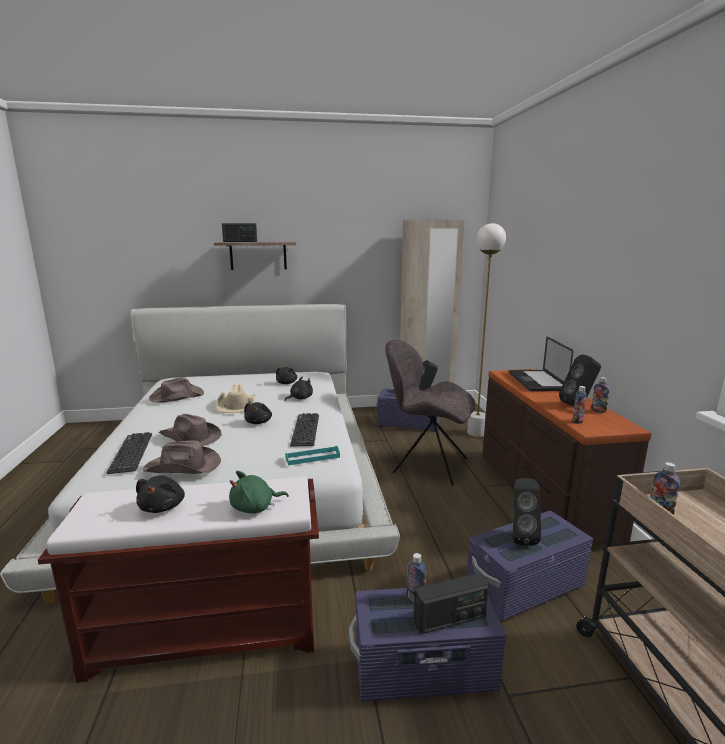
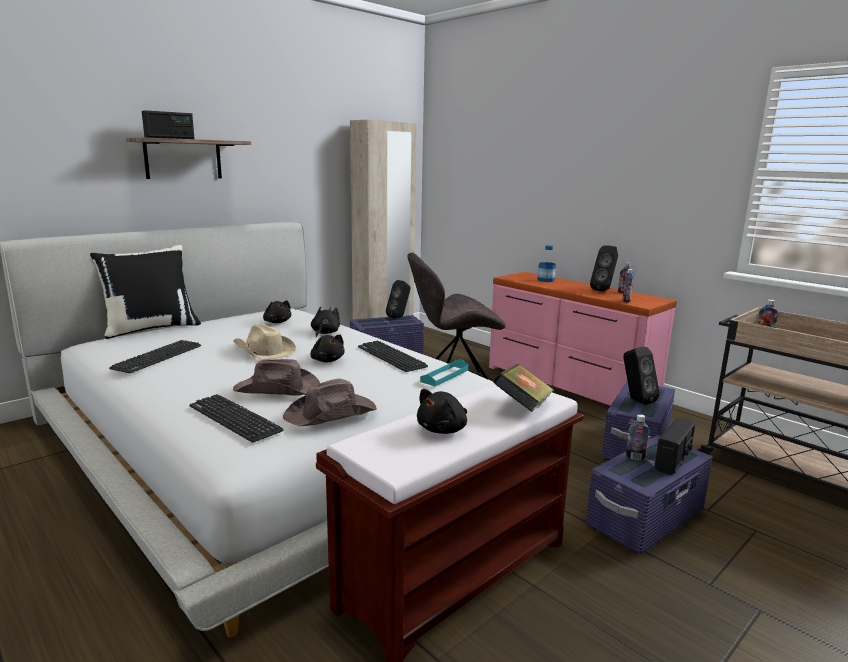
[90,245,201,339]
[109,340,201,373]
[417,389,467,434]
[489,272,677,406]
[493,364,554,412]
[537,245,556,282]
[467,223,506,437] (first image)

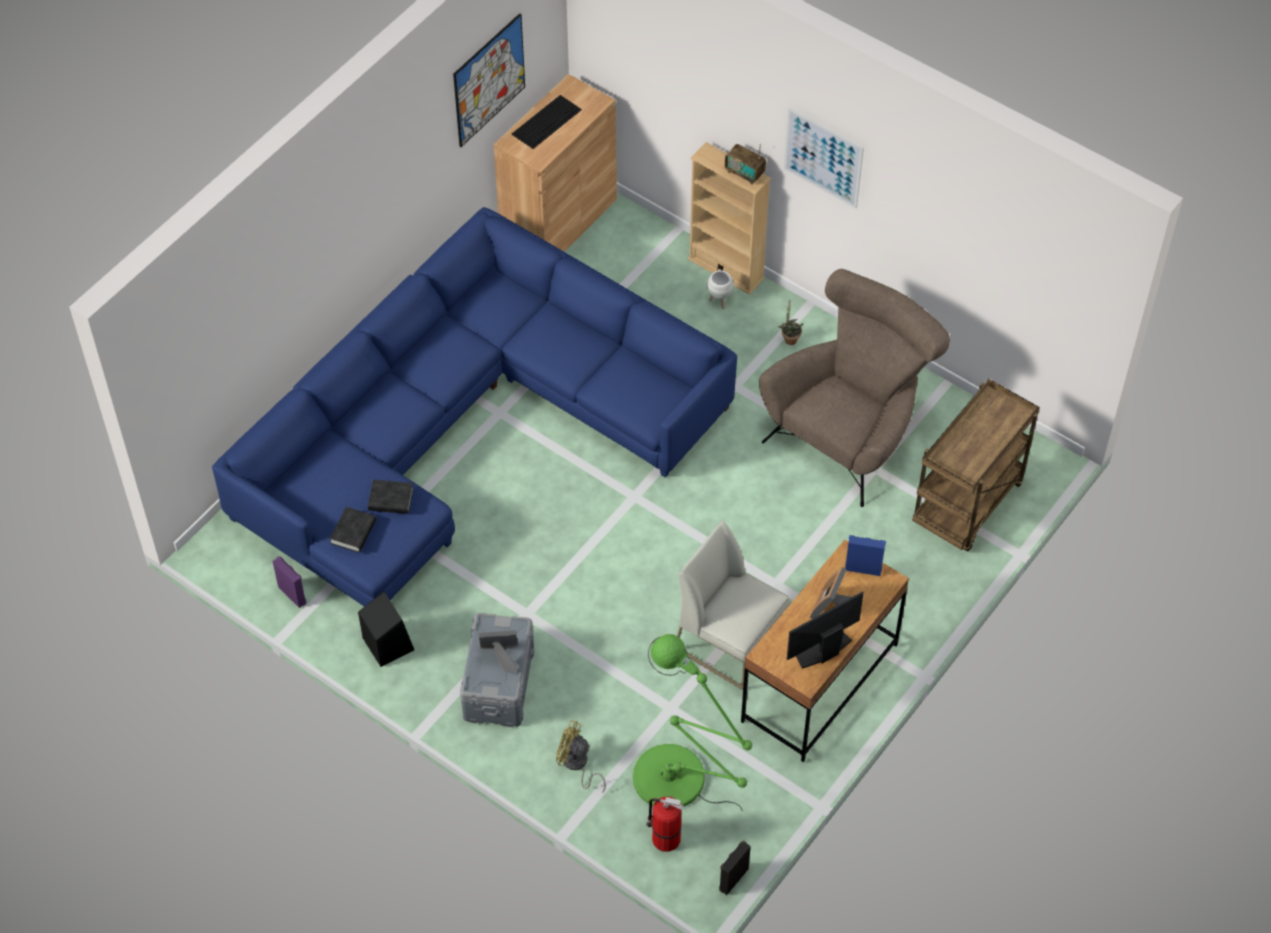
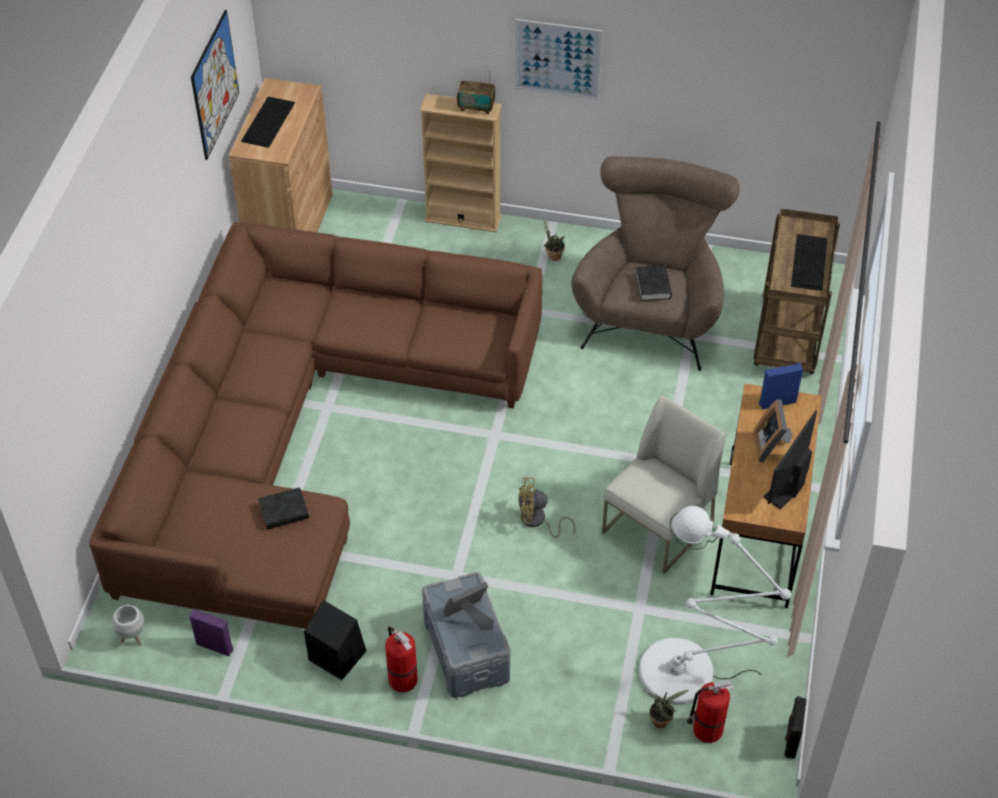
[89,222,542,629]
[112,605,145,646]
[385,626,418,692]
[518,477,576,538]
[602,394,726,574]
[636,265,672,301]
[639,506,791,705]
[648,690,689,728]
[791,234,827,291]

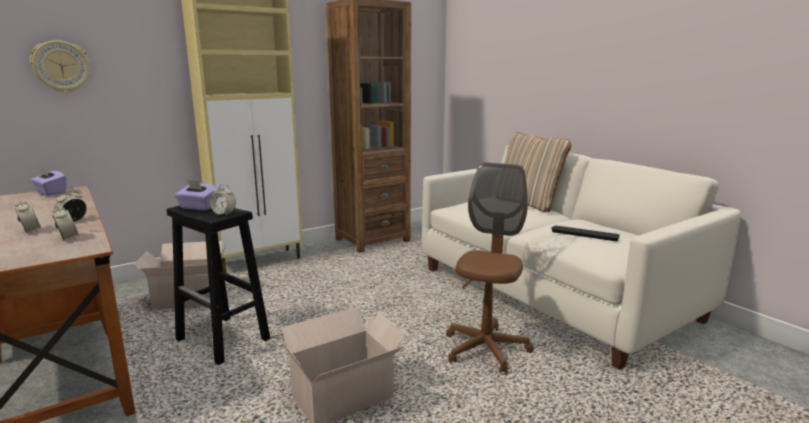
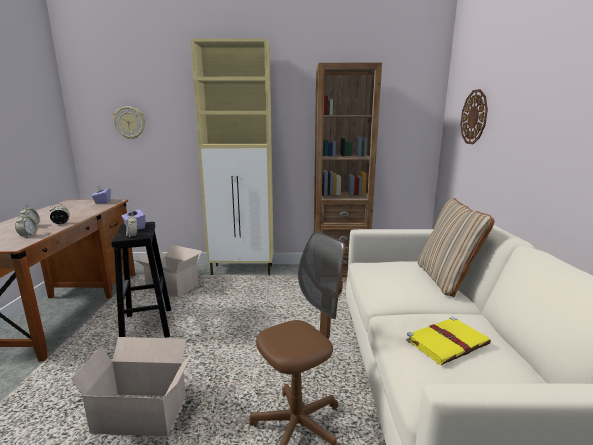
[406,317,491,365]
[460,89,488,144]

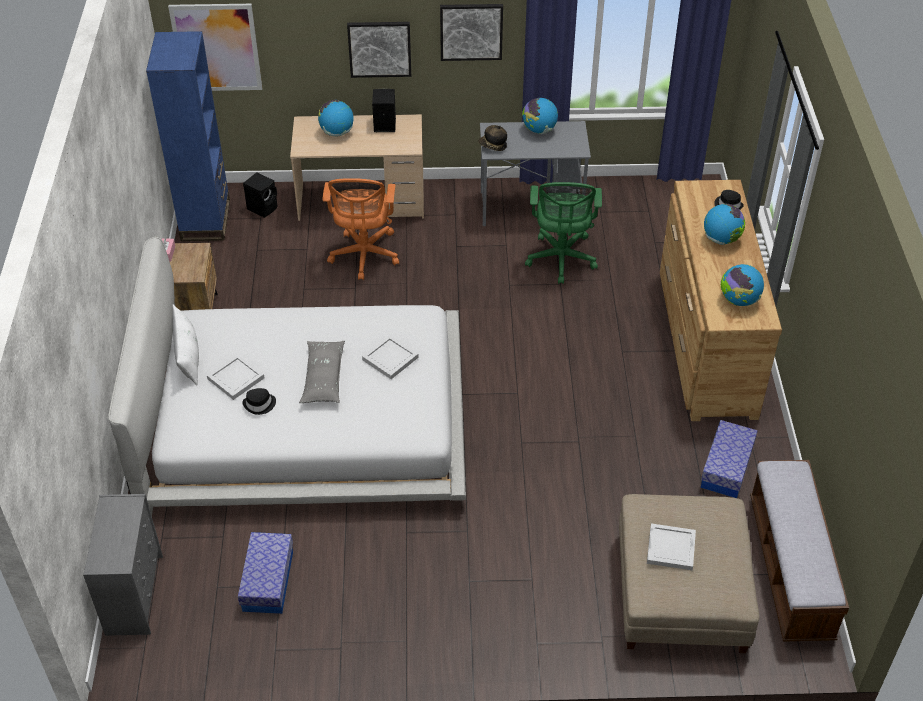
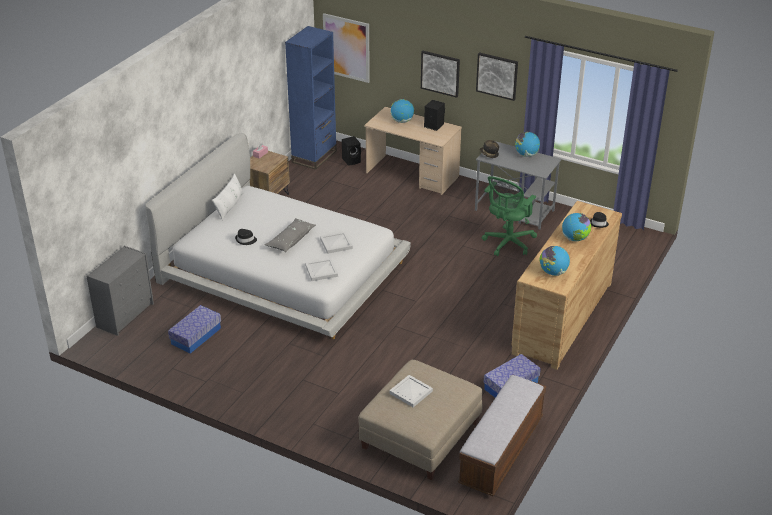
[305,258,338,281]
[322,178,399,280] (first image)

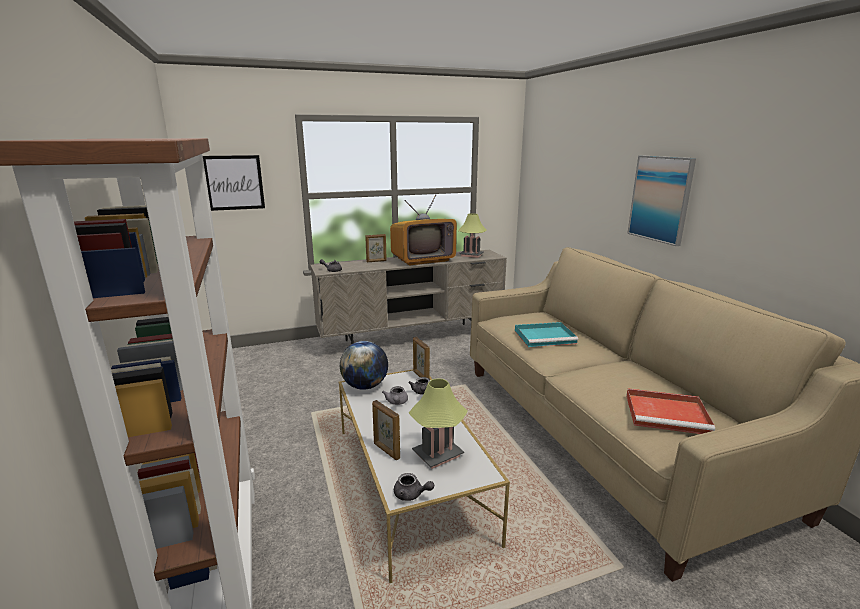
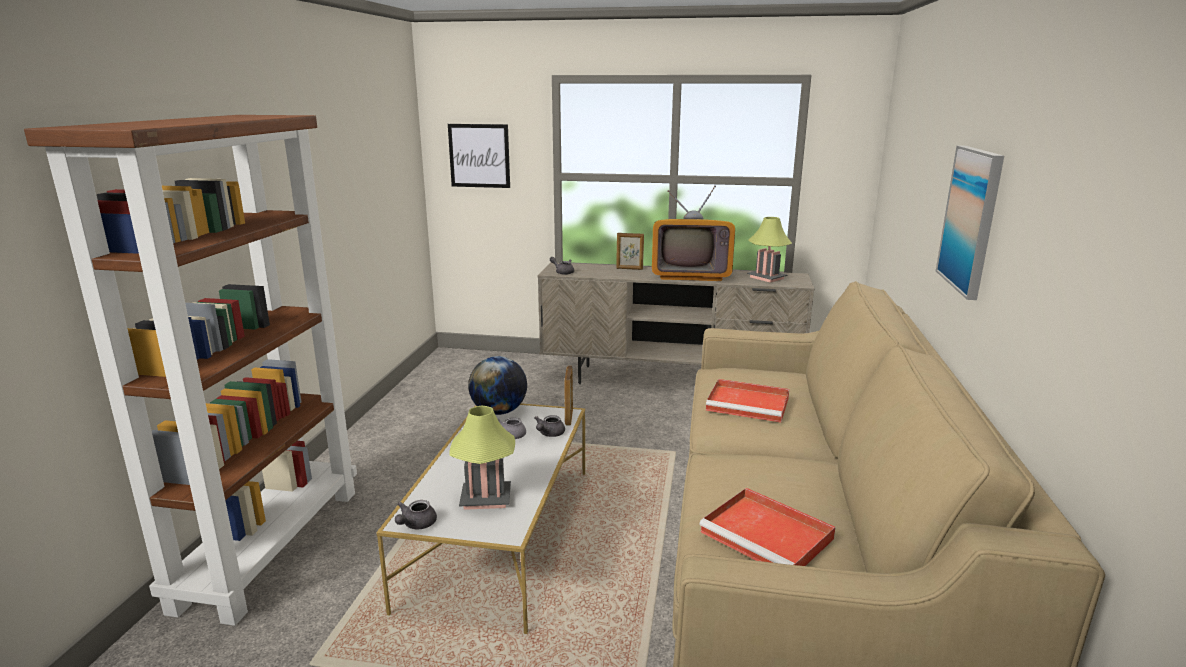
[395,500,437,529]
[706,379,789,423]
[372,400,400,460] (first image)

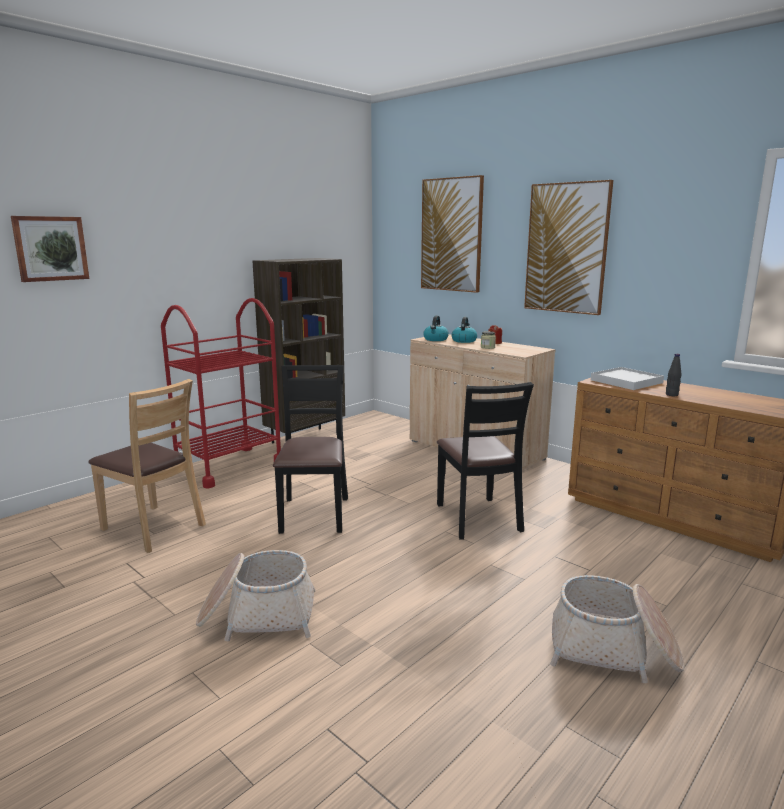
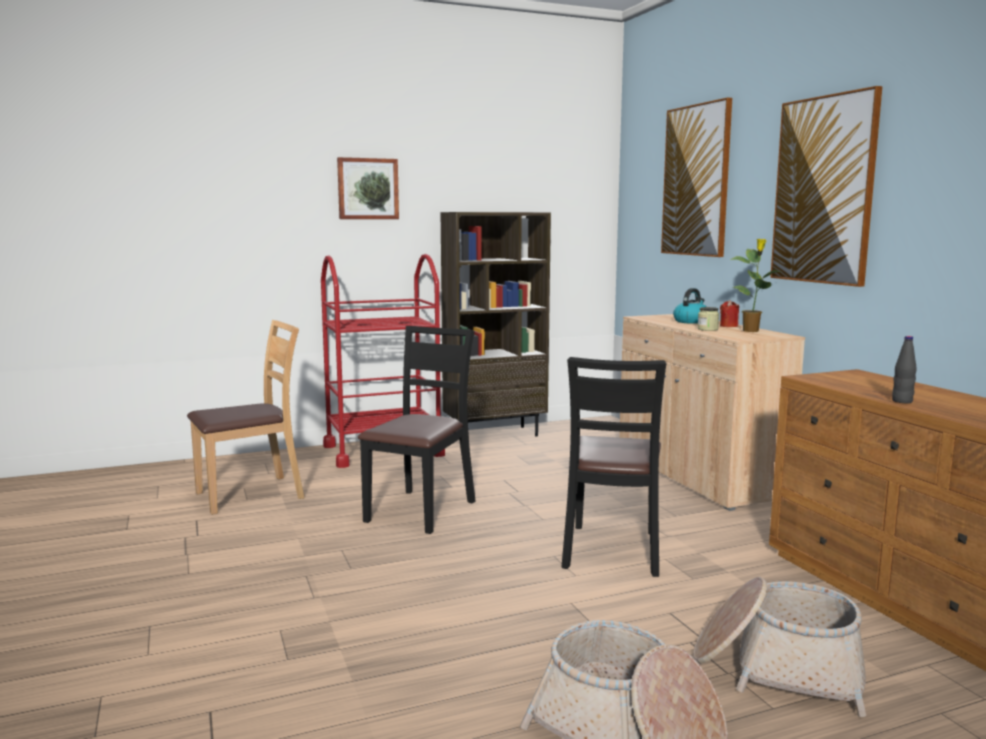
[187,320,305,515]
[337,157,399,219]
[693,577,866,717]
[730,239,781,332]
[423,315,449,341] (first image)
[591,367,664,390] (first image)

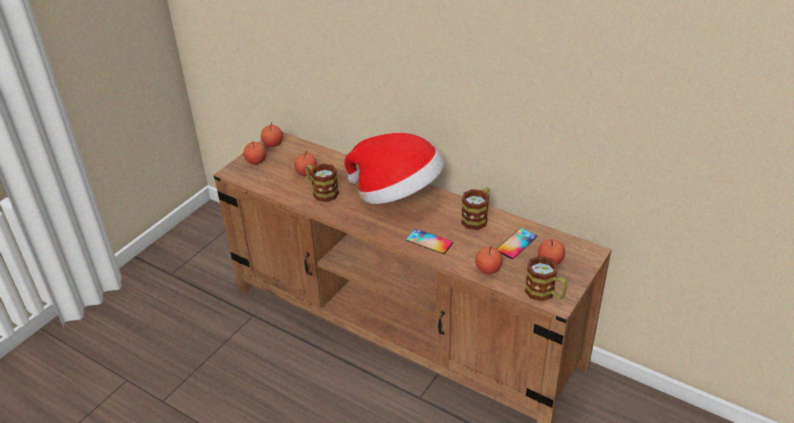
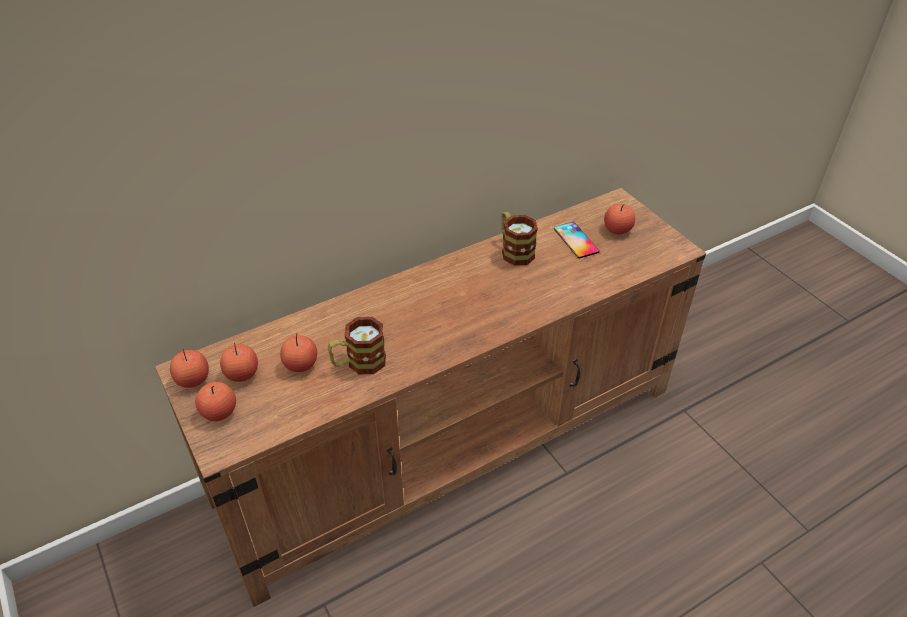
[220,343,258,382]
[344,133,444,204] (first image)
[406,229,453,254] (first image)
[525,256,567,301] (first image)

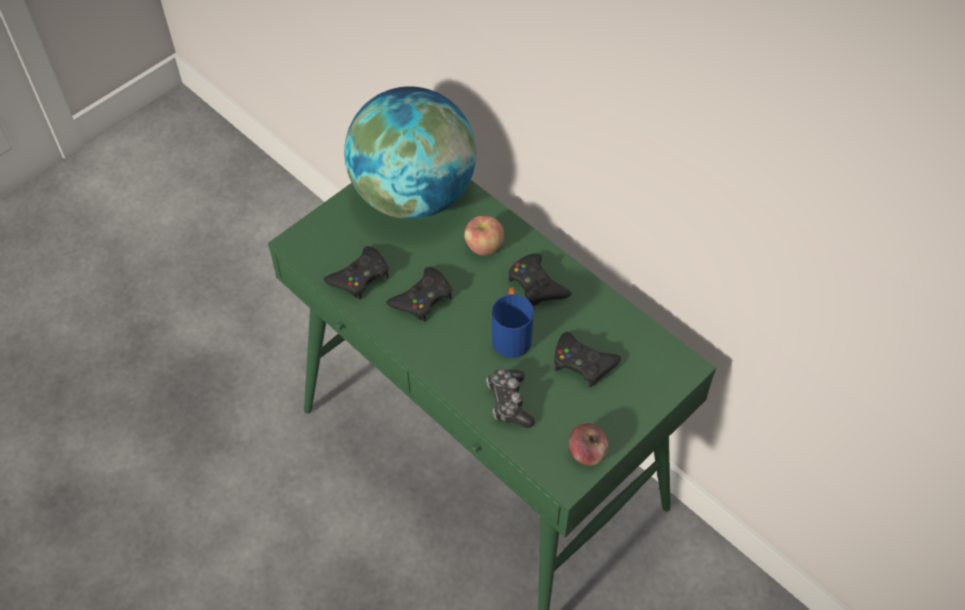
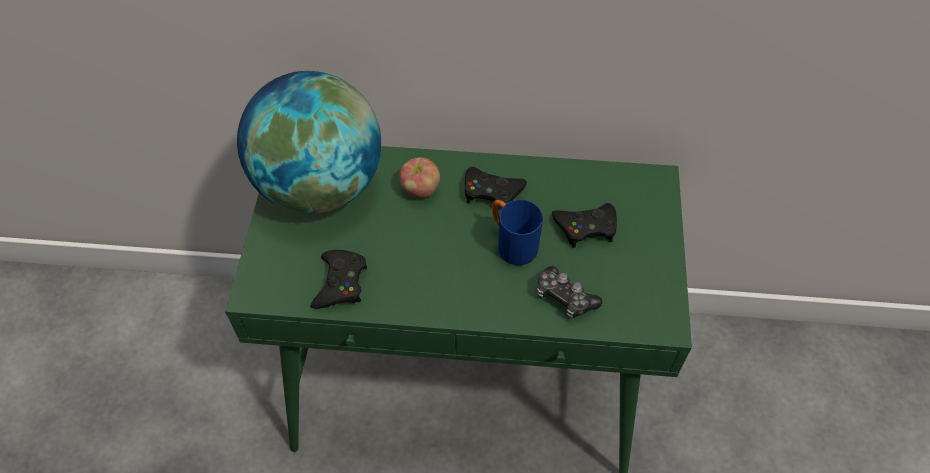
[386,267,452,322] (first image)
[569,423,608,466] (first image)

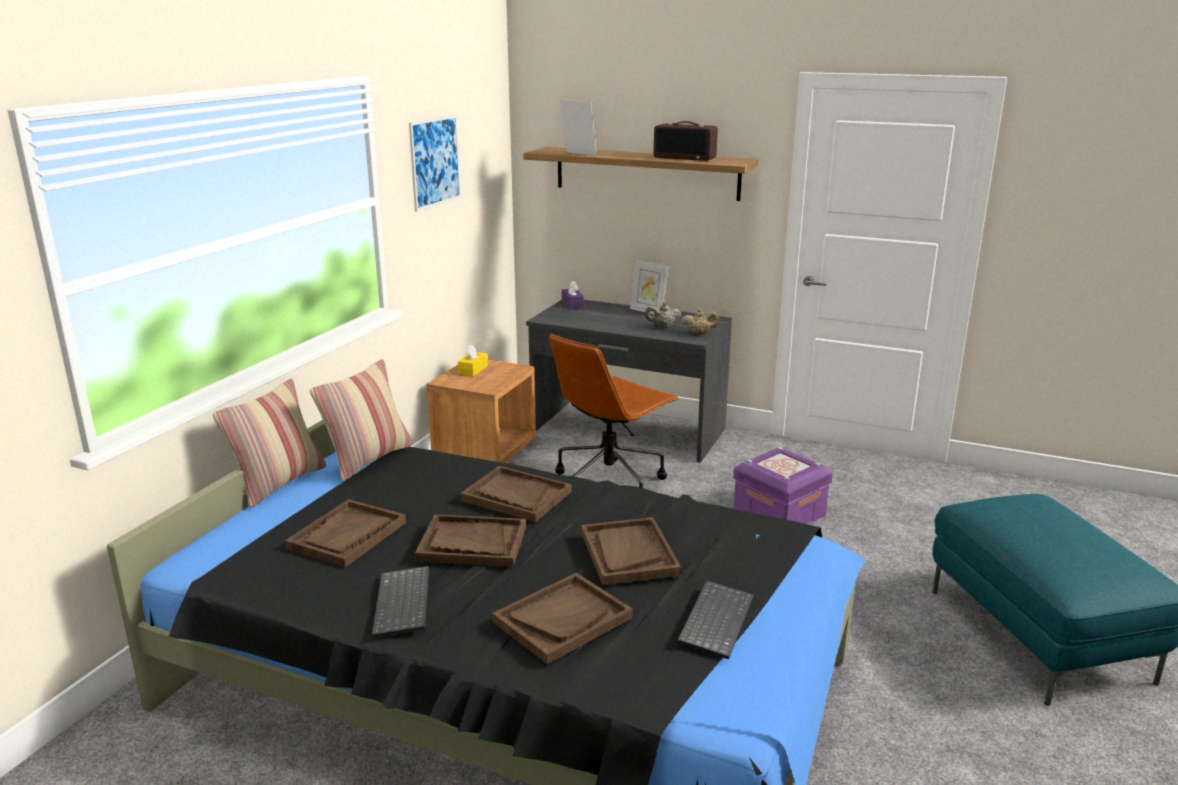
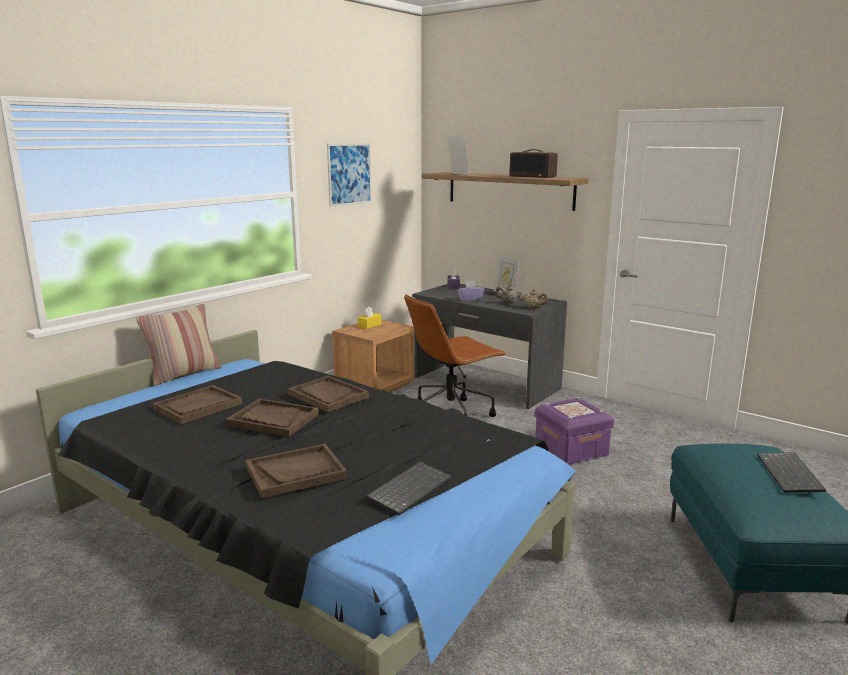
[457,280,485,302]
[757,452,826,493]
[310,359,413,481] (first image)
[581,517,681,585] (first image)

